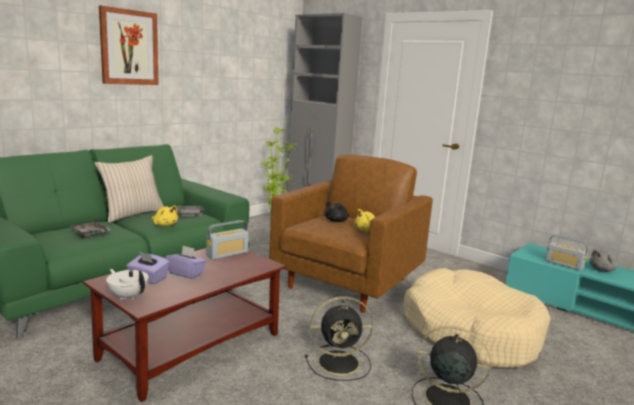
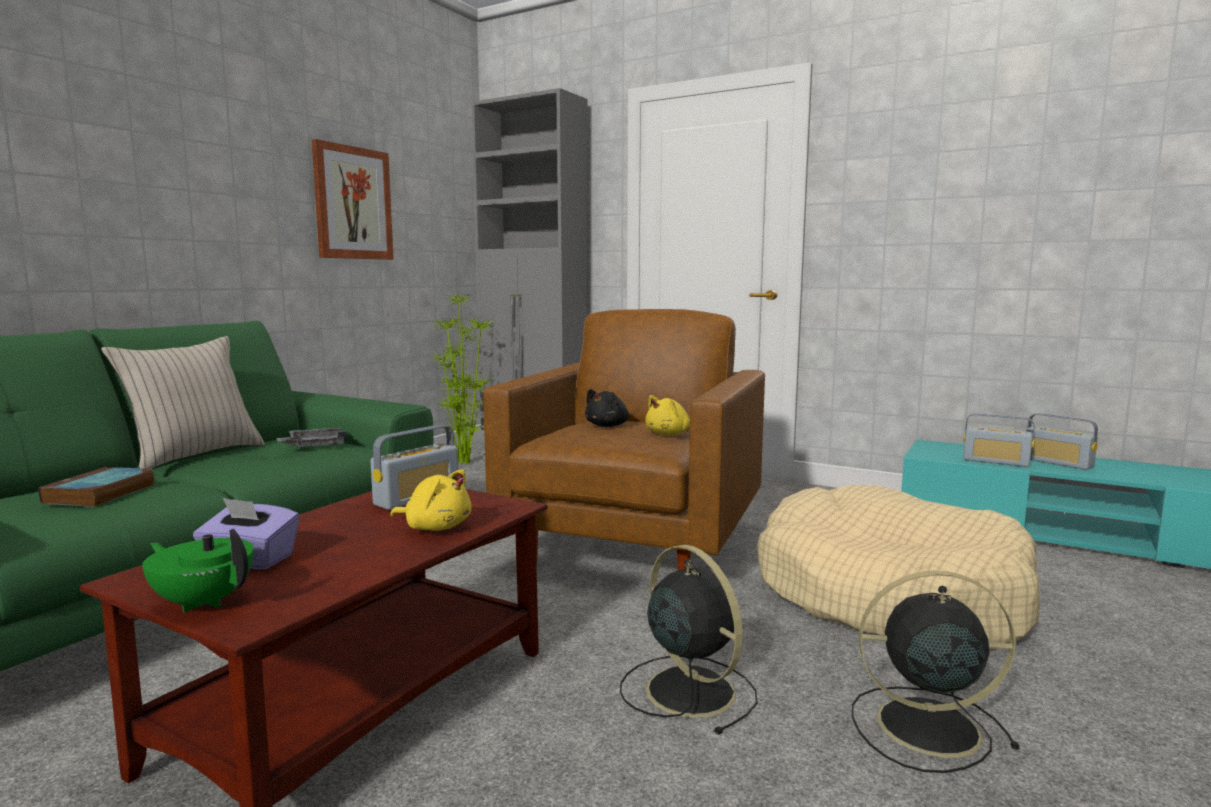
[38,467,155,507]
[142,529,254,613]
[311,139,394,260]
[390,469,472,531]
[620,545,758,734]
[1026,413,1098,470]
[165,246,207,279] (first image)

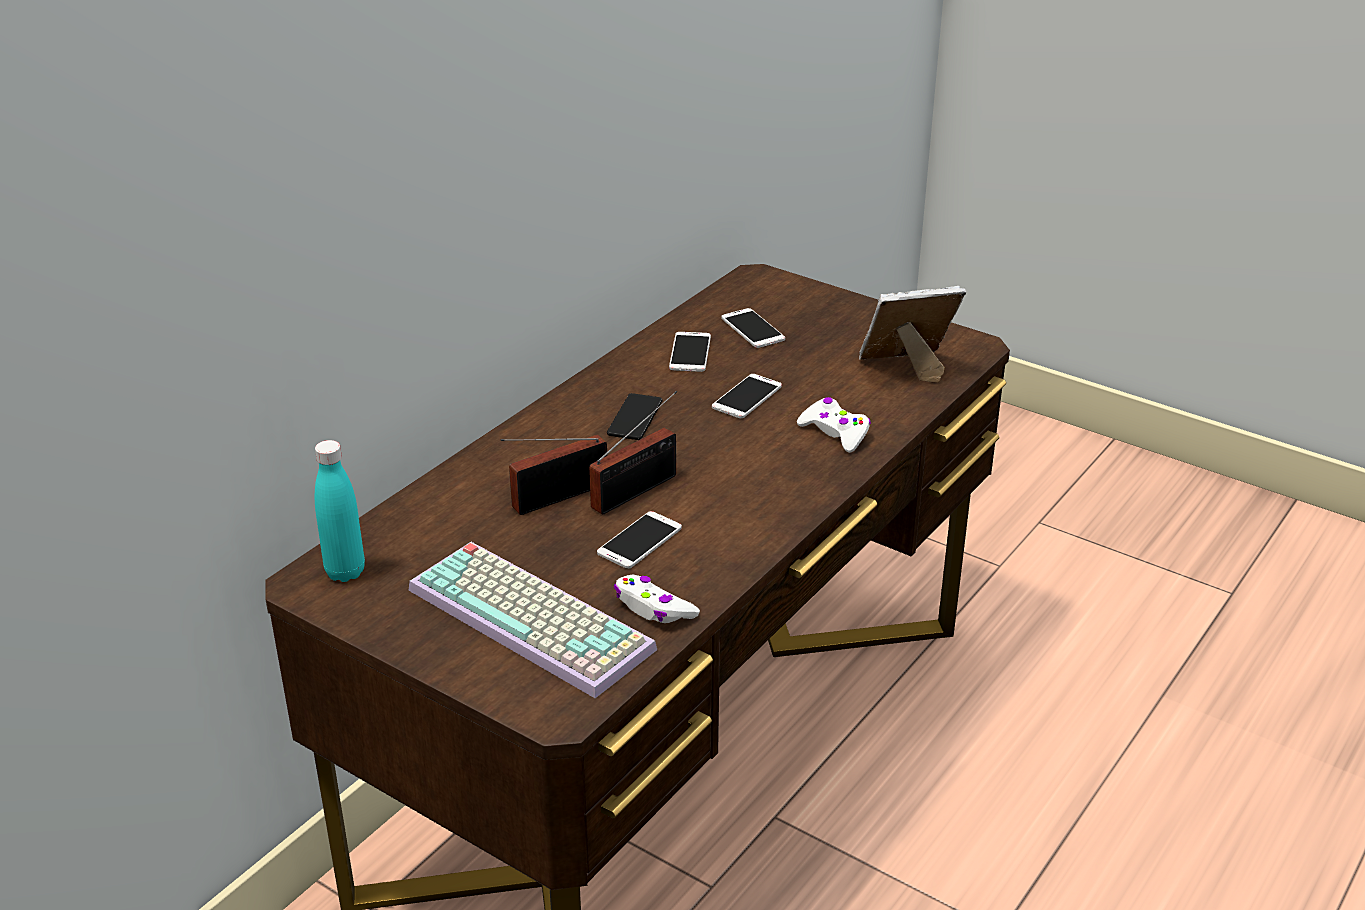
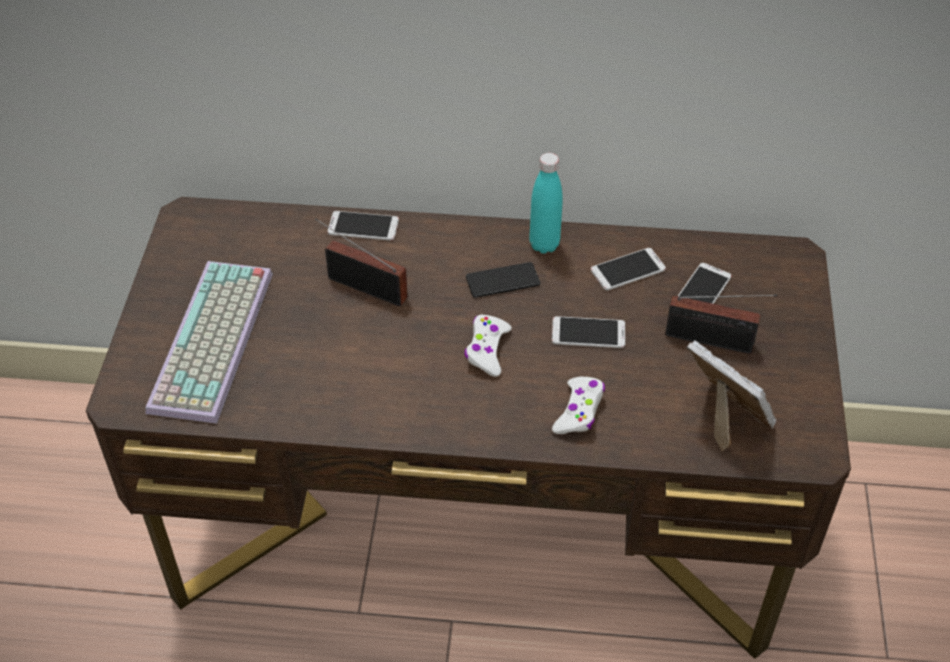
[327,211,399,241]
[464,315,511,377]
[529,153,563,254]
[665,294,777,354]

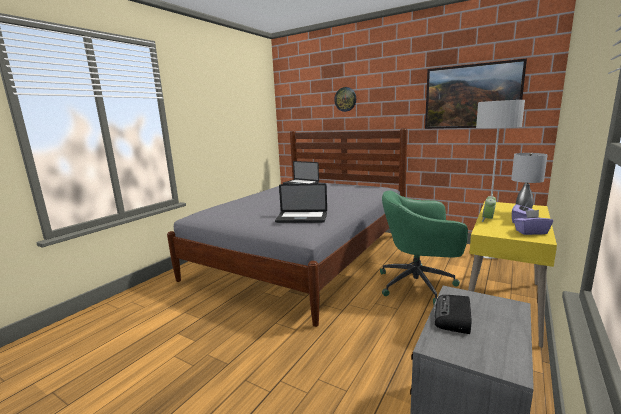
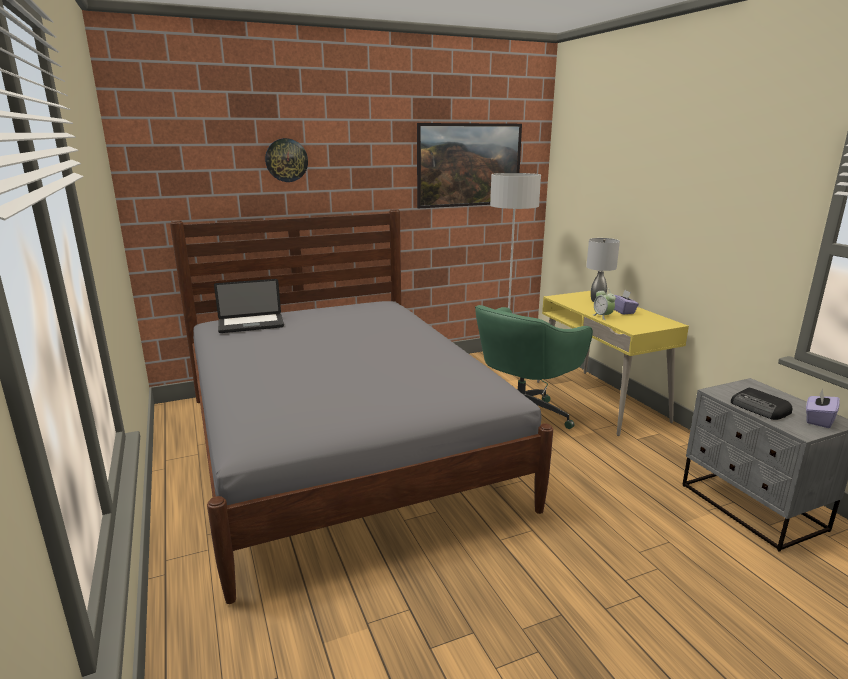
[806,388,840,428]
[275,184,327,223] (first image)

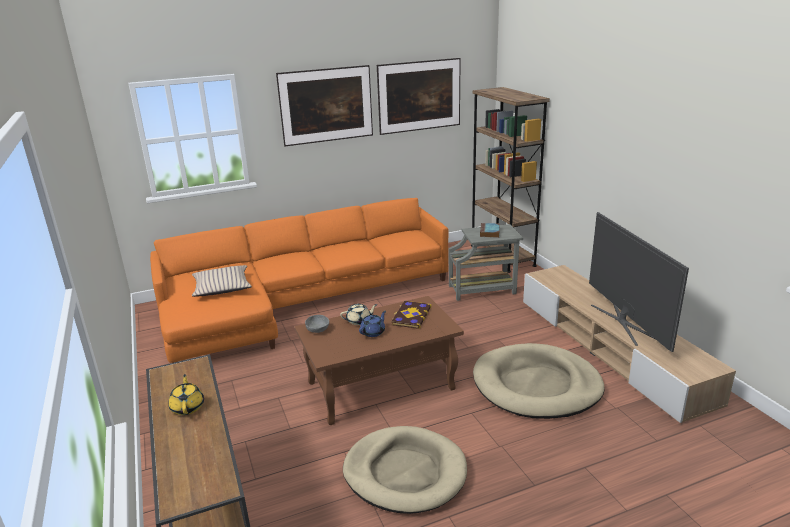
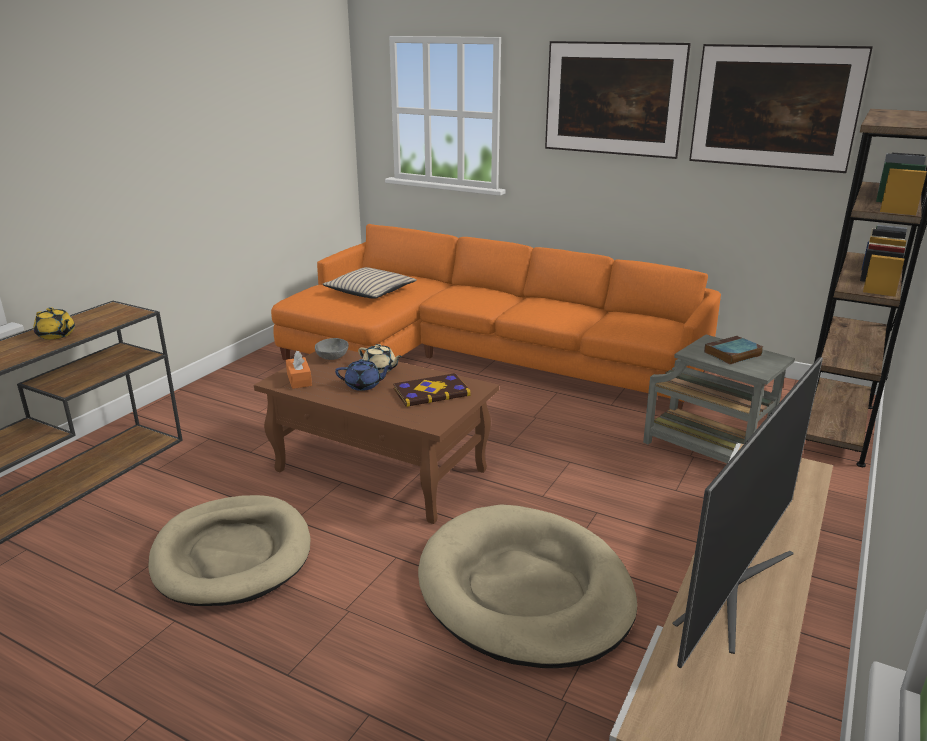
[34,307,75,340]
[286,351,312,389]

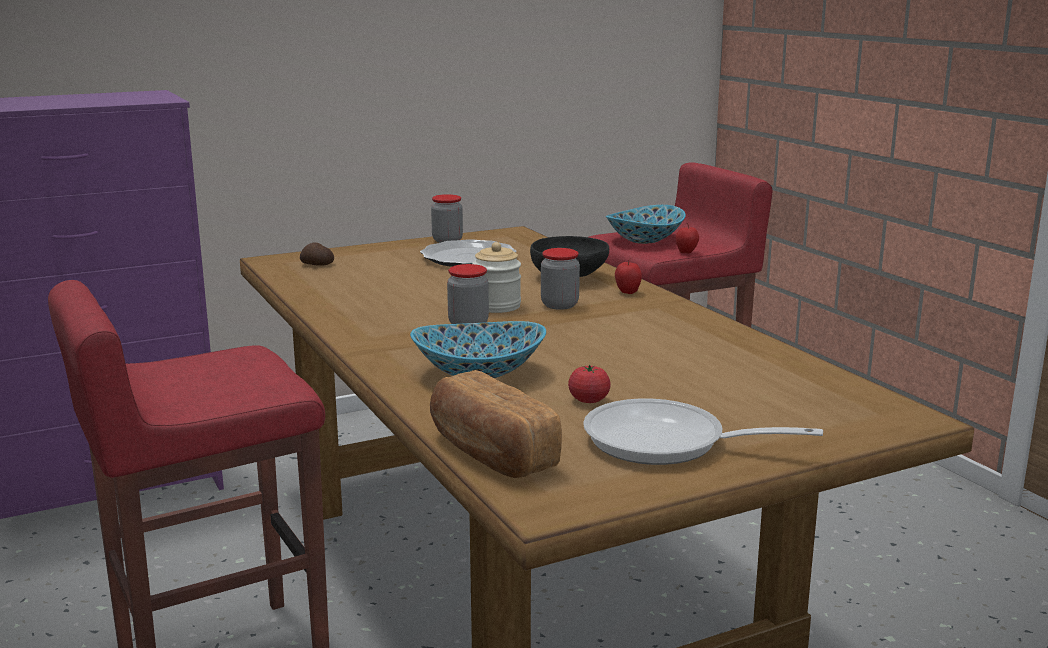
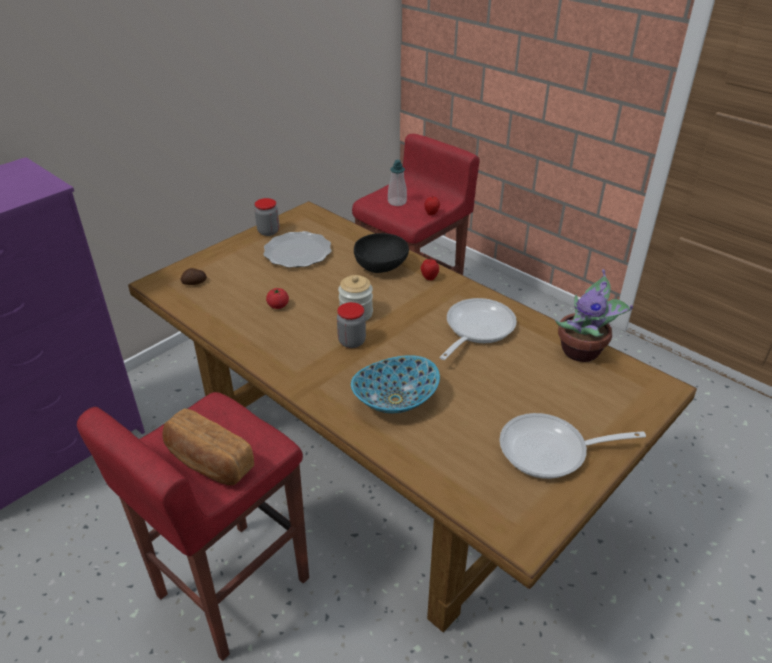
[162,409,254,485]
[266,288,289,309]
[388,160,407,206]
[439,298,517,360]
[555,269,633,362]
[541,248,580,310] (first image)

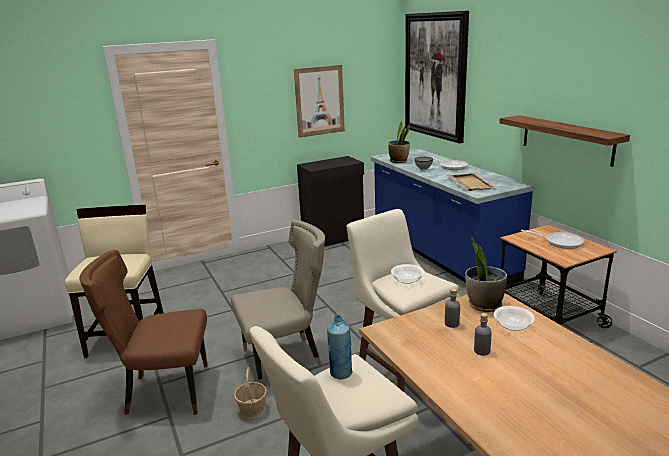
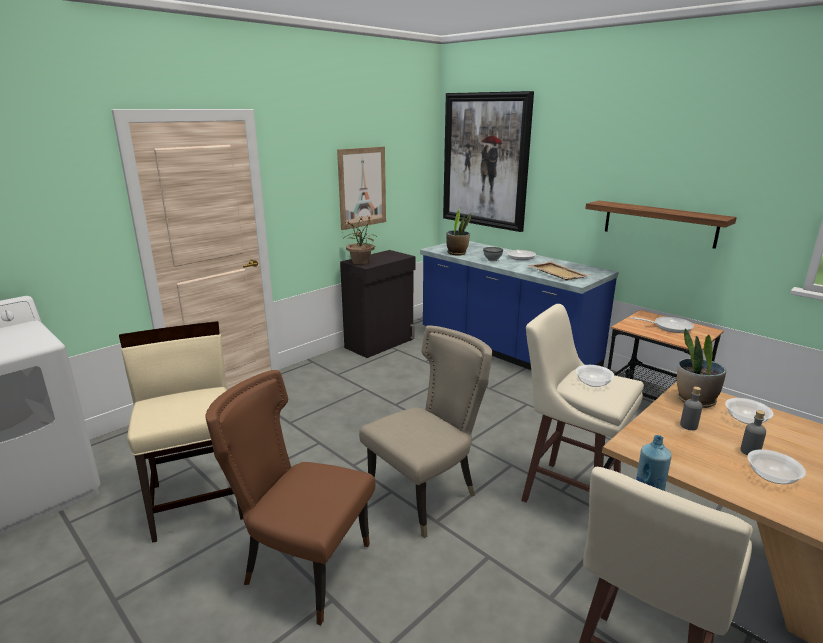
[205,370,376,626]
[345,216,377,265]
[747,449,806,484]
[234,367,267,419] (first image)

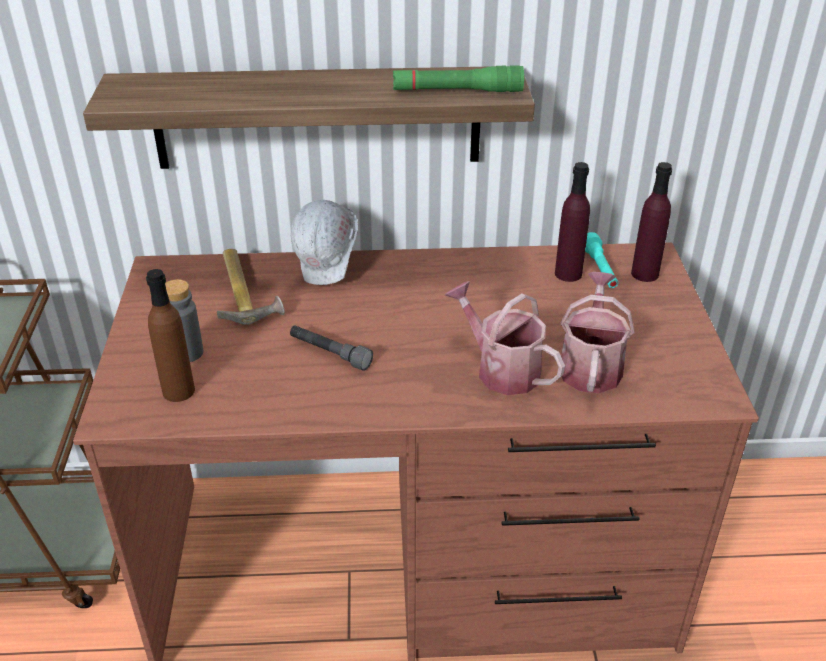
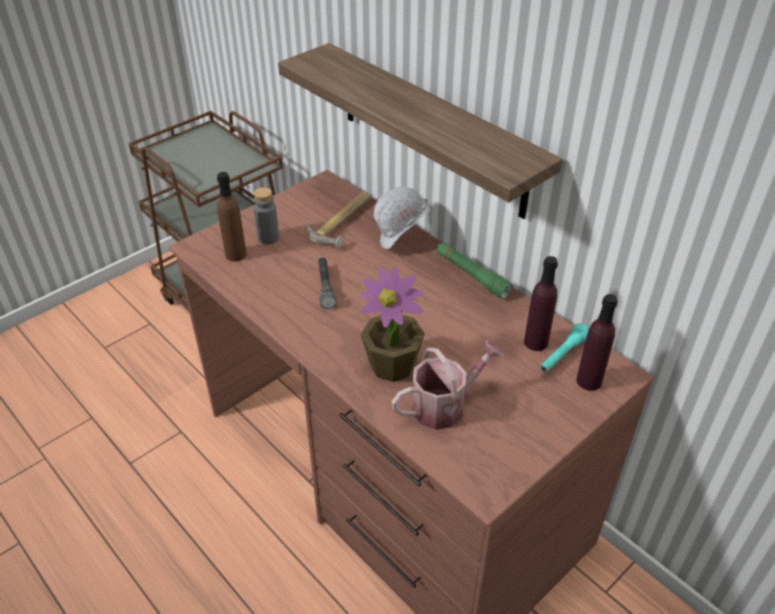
[360,267,425,382]
[436,242,513,299]

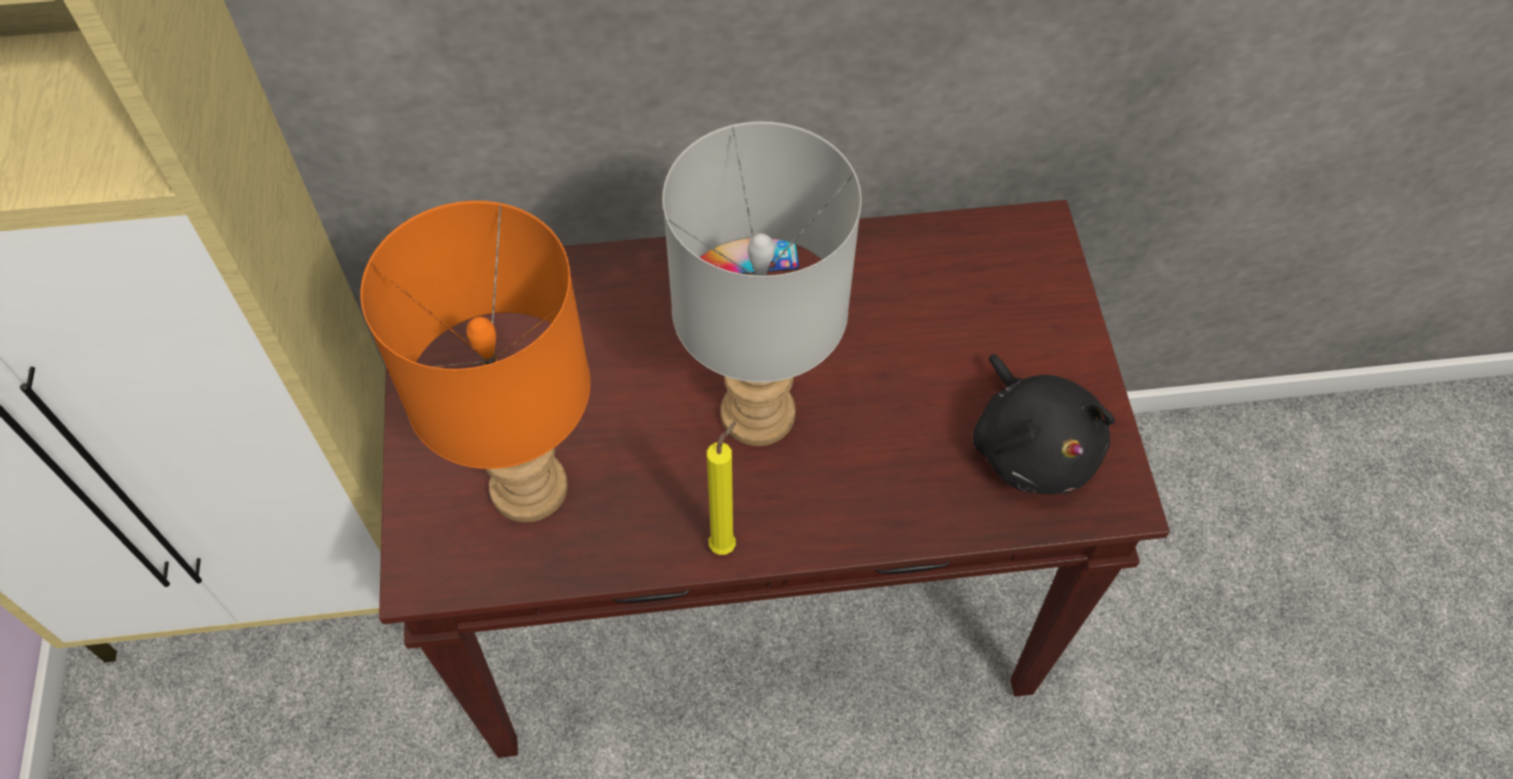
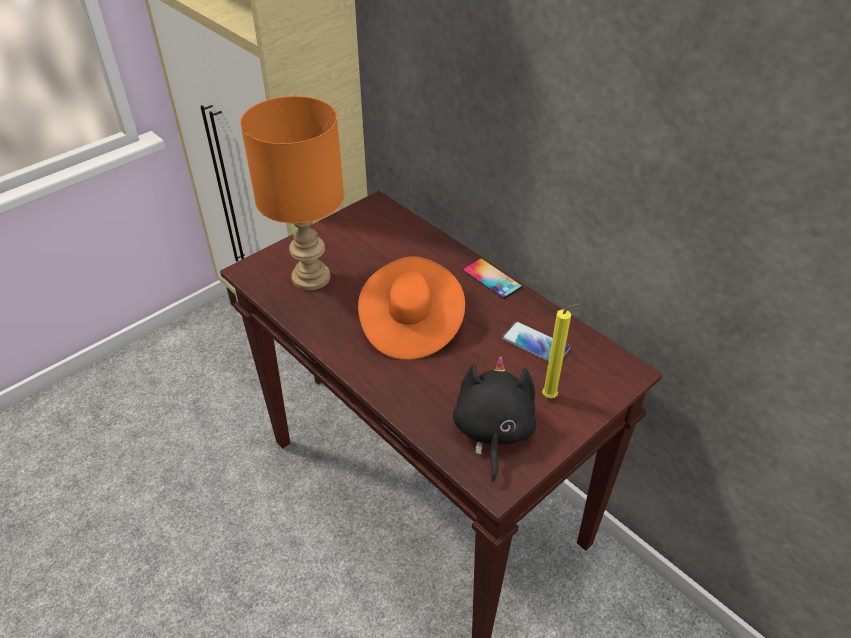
[358,256,465,360]
[453,356,536,483]
[502,321,570,362]
[542,303,581,398]

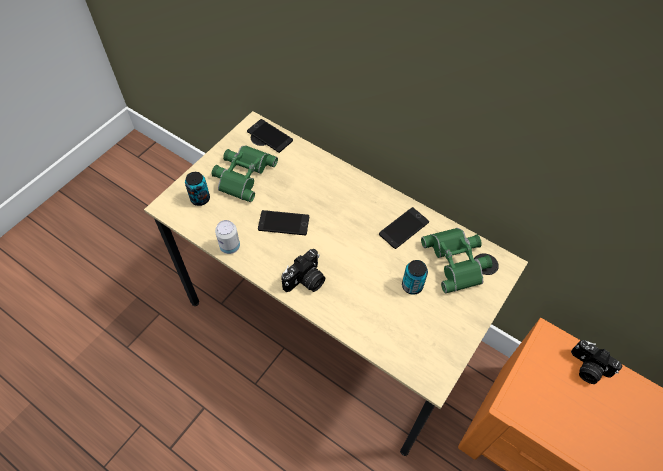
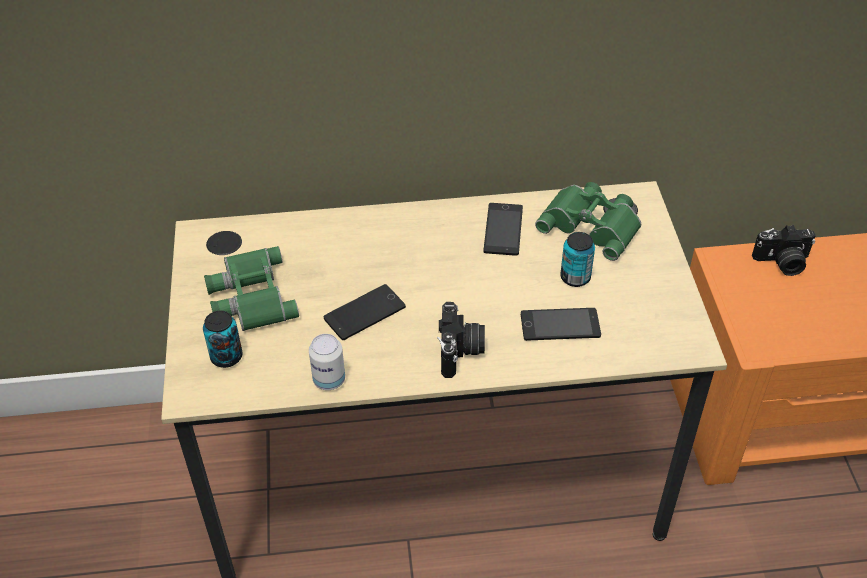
[521,308,601,341]

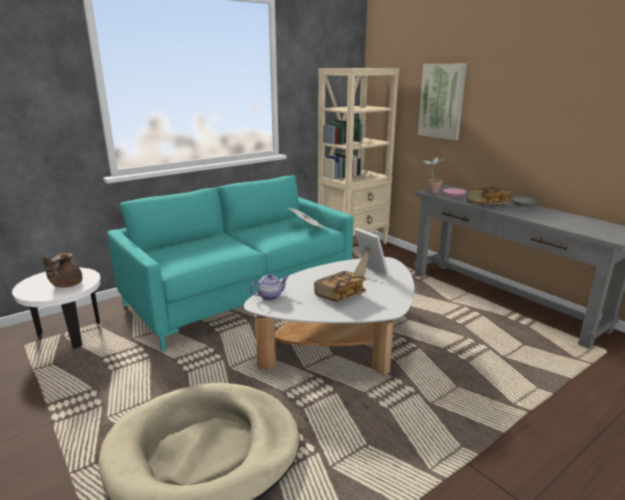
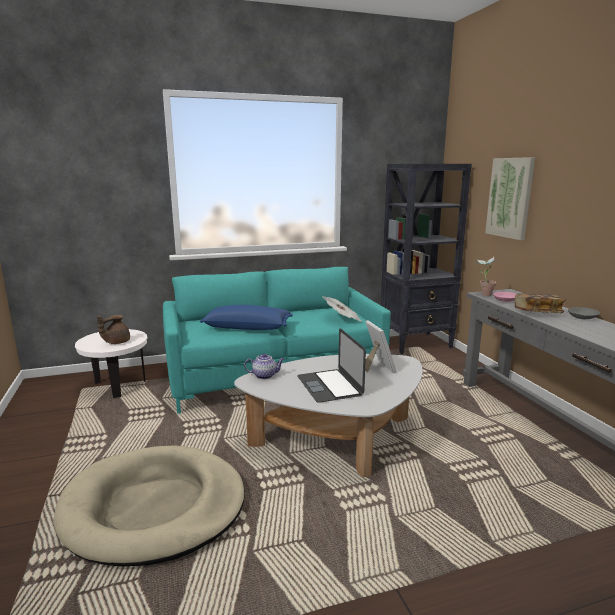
[200,305,293,330]
[297,329,366,403]
[381,164,472,354]

